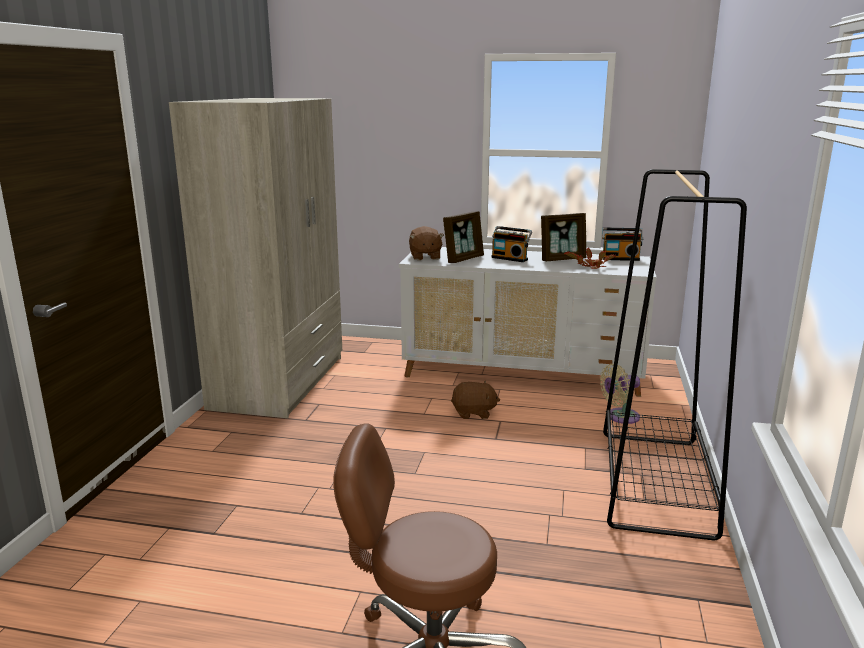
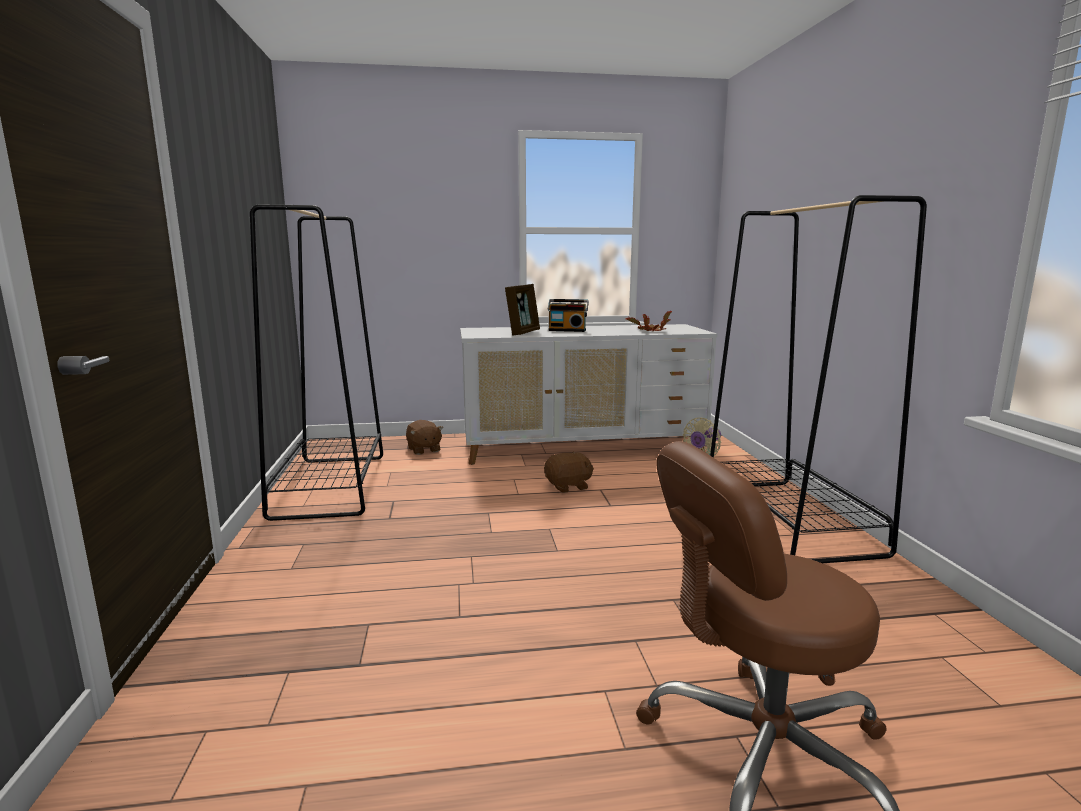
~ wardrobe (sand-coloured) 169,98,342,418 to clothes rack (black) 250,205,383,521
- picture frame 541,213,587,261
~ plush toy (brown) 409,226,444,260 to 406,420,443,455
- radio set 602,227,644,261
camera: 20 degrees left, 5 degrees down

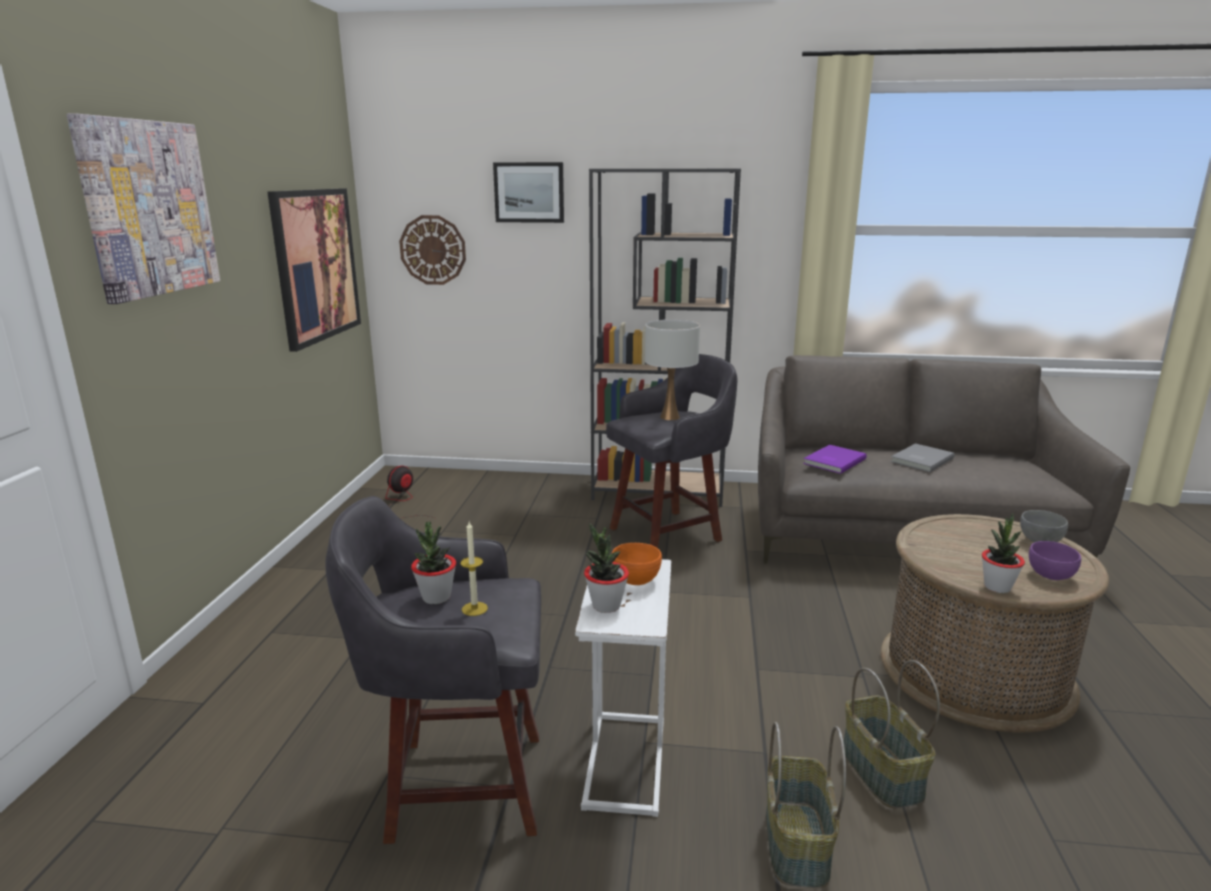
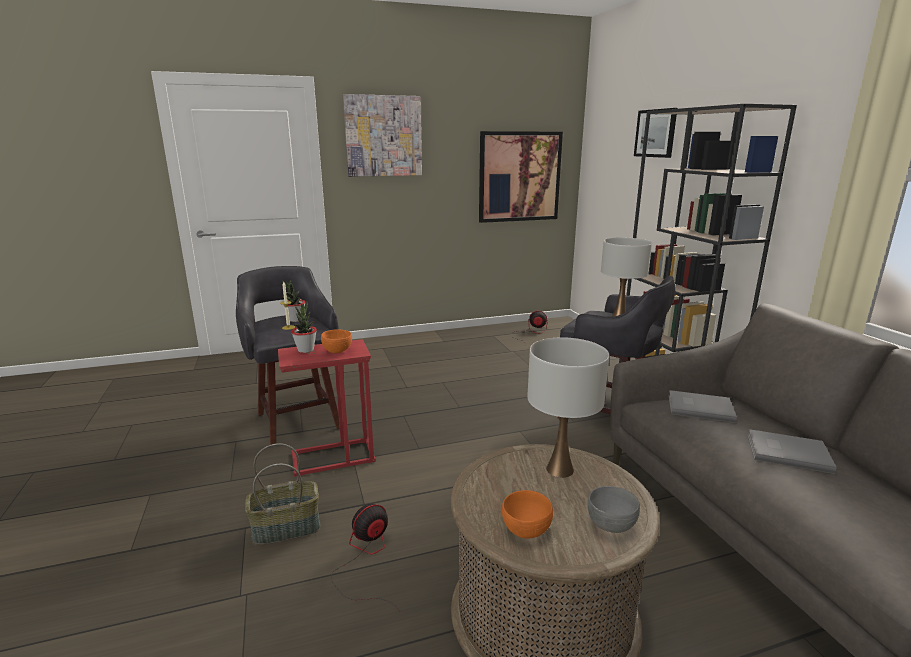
- clock on the wall 399,215,466,285
~ bound book (purplish) 803,445,867,474 to bound book (gray) 669,390,737,423
- potted plant 982,513,1025,593
~ bowl (purplish) 1029,541,1081,580 to bowl (orange-coloured) 502,490,553,539
~ end table (white) 575,556,671,817 to end table (reddish) 278,339,376,477
~ basket 844,660,940,808 to fan 331,504,400,611
+ tabletop lamp (white) 527,337,609,478
camera: 65 degrees right, 0 degrees up

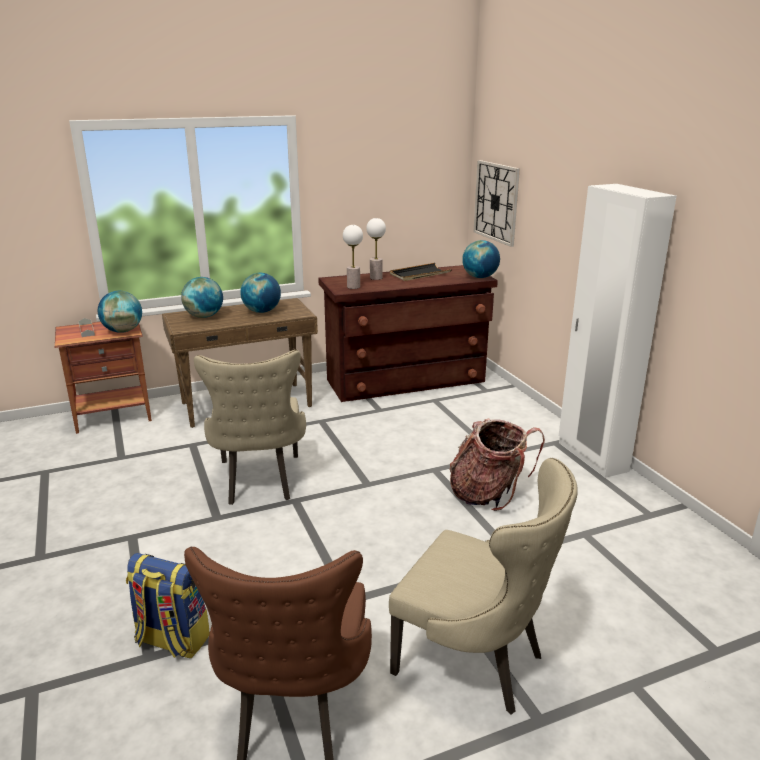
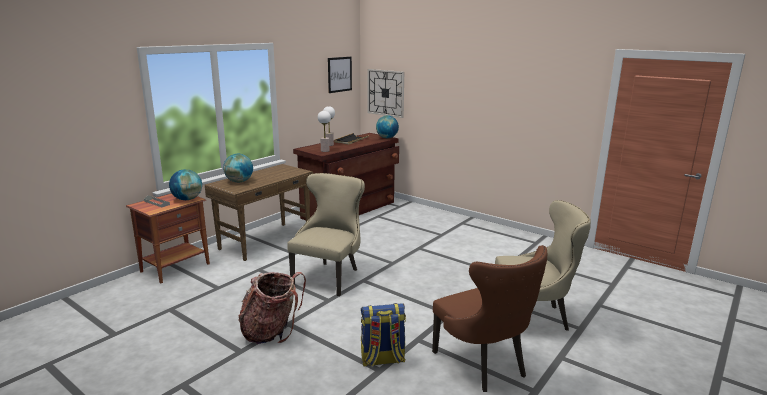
- wardrobe (white) 559,184,677,478
- globe 240,273,281,313
~ plain chair (sand-coloured) 194,350,306,505 = 287,173,365,296 120 degrees counterclockwise
~ knapsack 449,418,545,511 to 239,272,306,344
+ wall picture 328,57,352,93
camera: 30 degrees left, 5 degrees down

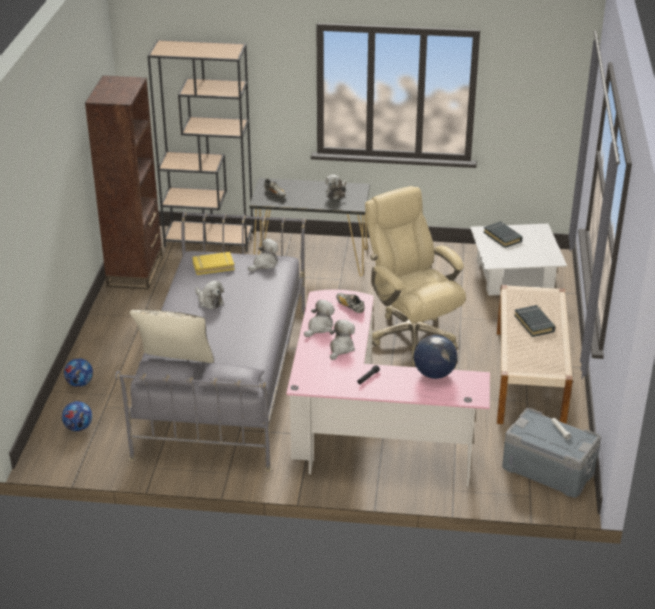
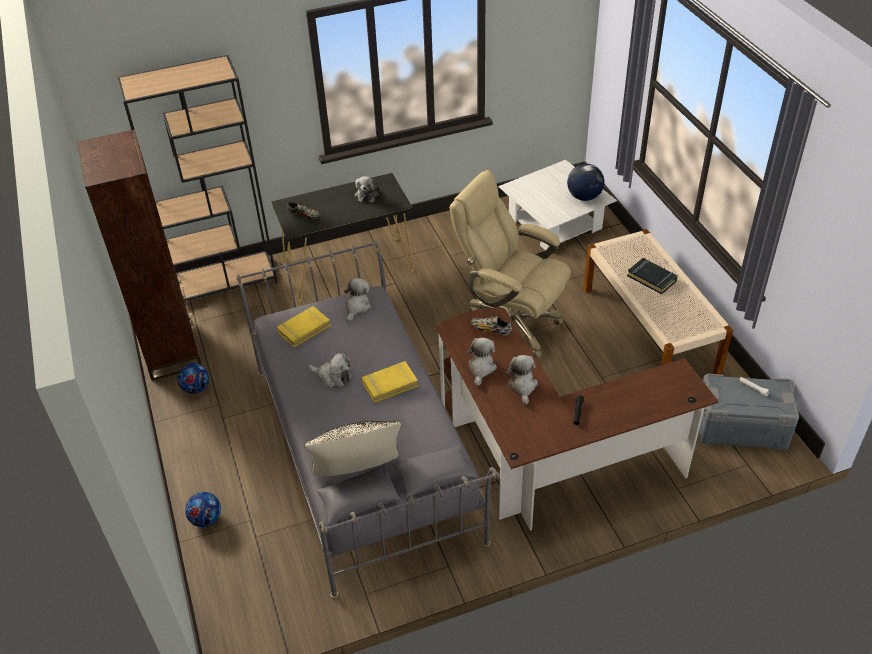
- bound book (black) 483,221,523,248
~ desk table (pinkish) 286,290,490,486 to desk table (brown) 436,308,718,531
~ globe 414,335,458,379 to 567,164,604,201
~ football 62,401,92,431 to 178,363,209,394
+ bound book (yellow-coloured) 362,361,418,403
camera: 25 degrees left, 10 degrees up

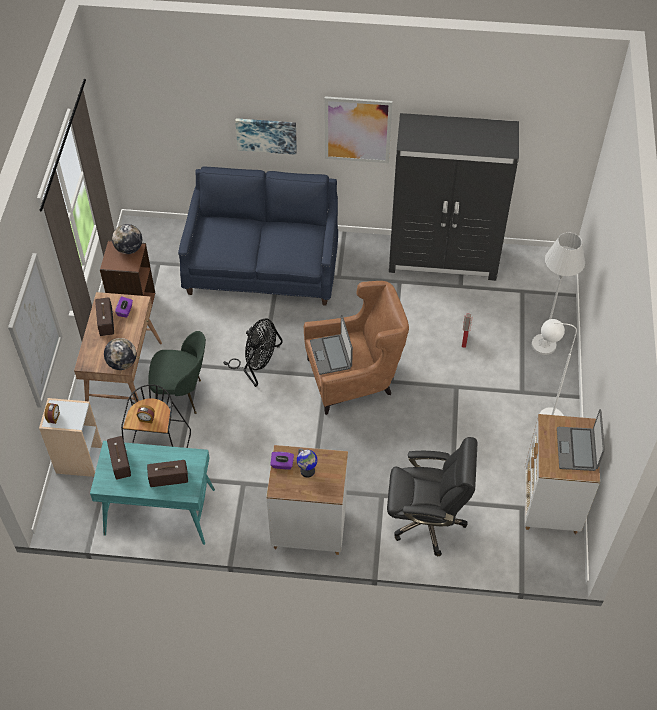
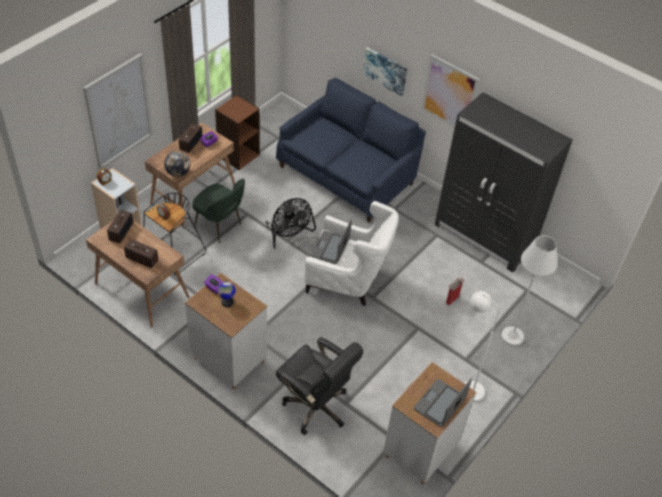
- globe 112,224,142,254
~ easy chair (brown) 304,281,409,415 to easy chair (white) 305,201,399,306
~ desk table (blue-green) 90,441,215,545 to desk table (brown) 86,220,189,328
camera: 30 degrees right, 5 degrees down

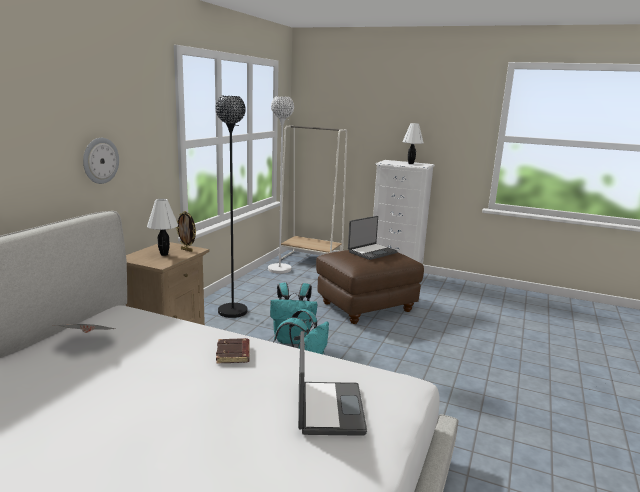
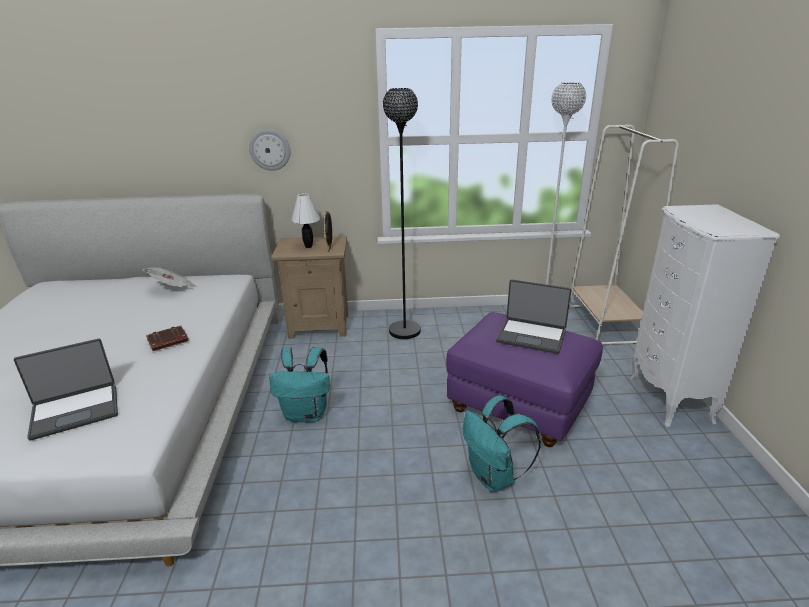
- tabletop lamp (white) 402,123,424,164
~ pouffe (brown) 316,250,424,324 to pouffe (purplish) 446,312,603,447
~ knapsack (blue-green) 270,283,317,344 to 463,395,541,492
camera: 65 degrees right, 10 degrees up

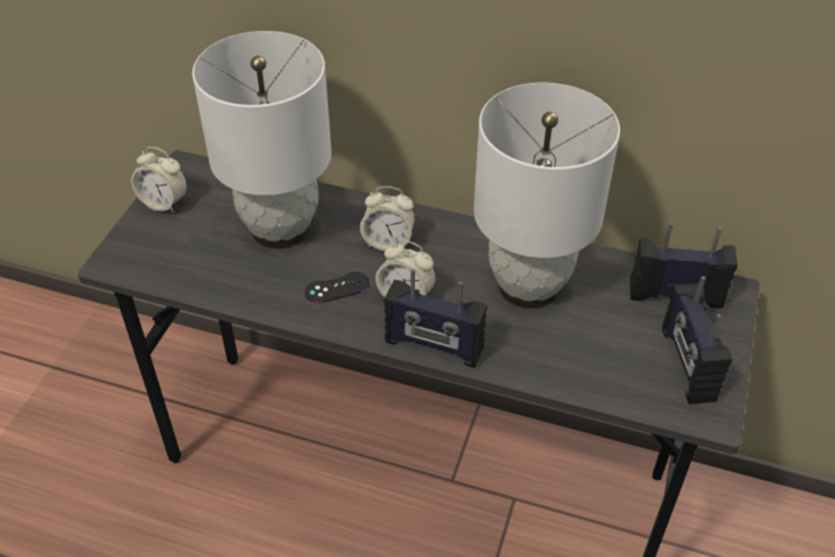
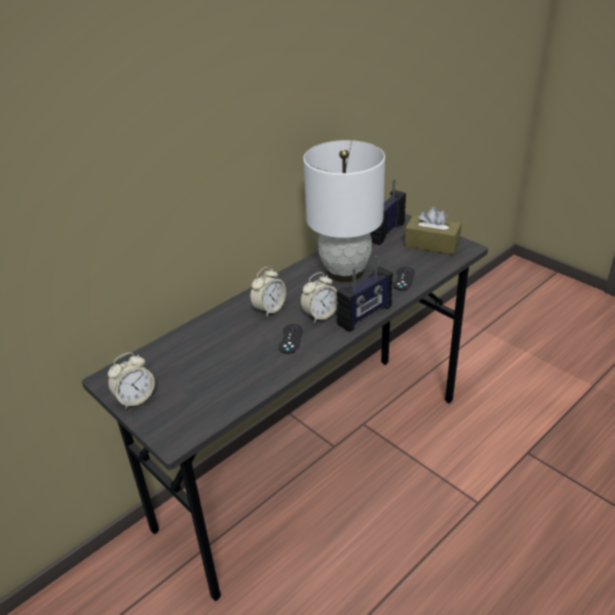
- tabletop lamp (white) 192,31,332,249
~ radio set 662,276,732,404 to tissue box (brown) 405,207,462,255
+ gamepad (black) 393,267,415,291
camera: 60 degrees left, 10 degrees down

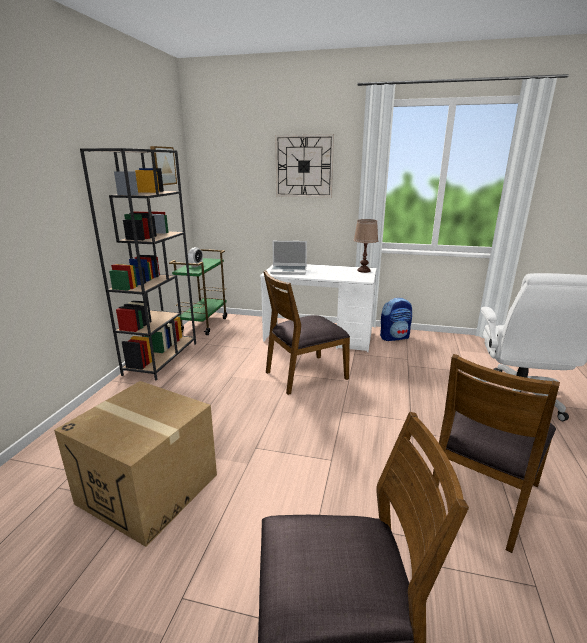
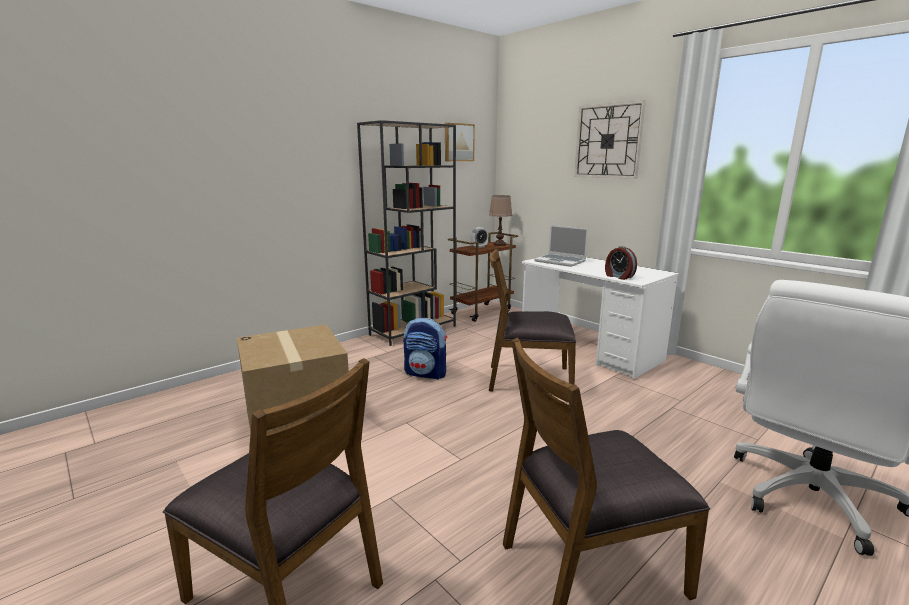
~ tabletop lamp (brown) 354,219,378,273 to 489,195,512,246
~ wheeled cart (green-coloured) 169,249,227,335 to wheeled cart (brown) 448,232,518,322
~ knapsack 380,298,412,341 to 404,318,447,380
+ alarm clock 605,246,637,280
camera: 35 degrees right, 5 degrees down

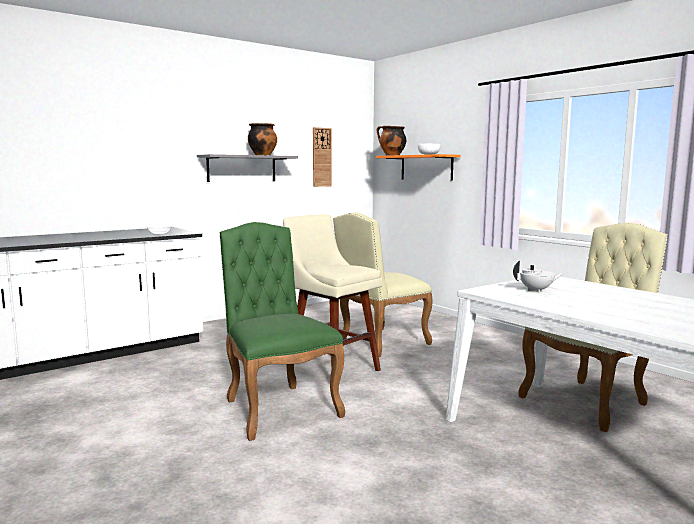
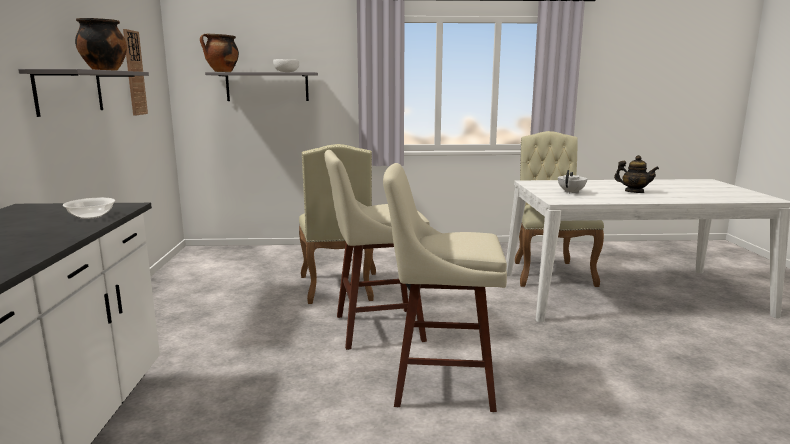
~ bracket shelf (orange-coloured) 376,154,461,181 to bracket shelf (gray) 205,72,318,101
~ plain chair (green-coloured) 220,222,345,441 to stool (sand-coloured) 383,163,507,412
+ pot for tea 614,155,659,193
camera: 55 degrees left, 5 degrees up

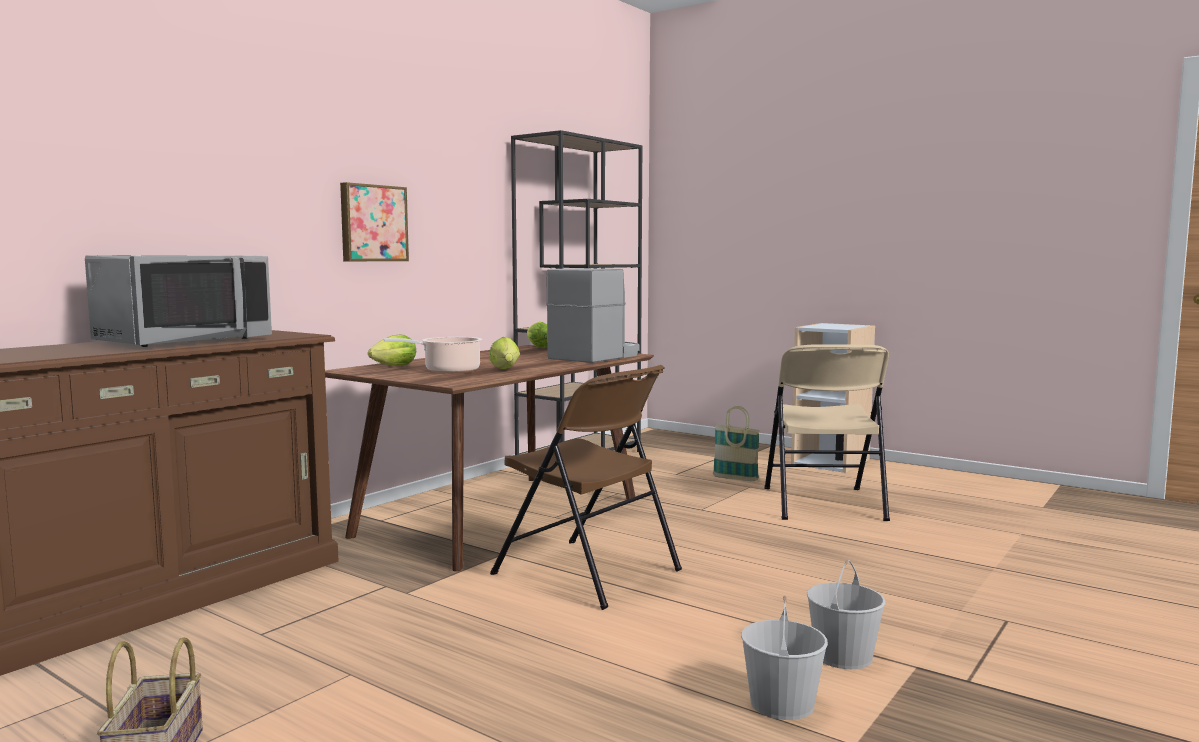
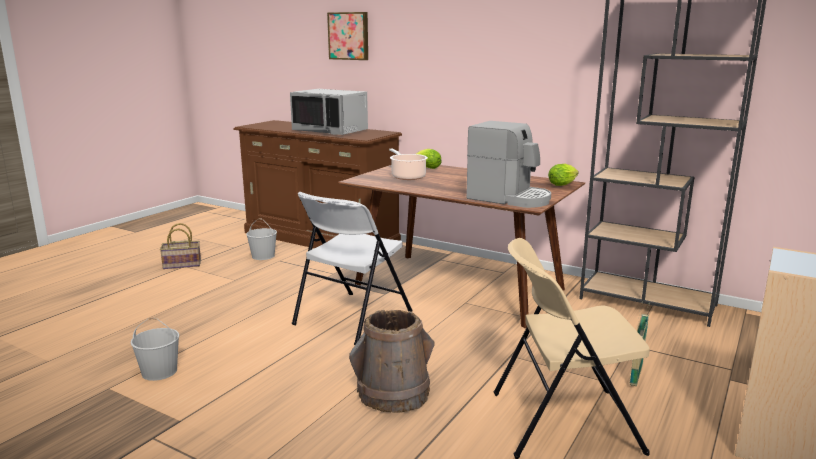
~ wall picture 340,182,409,261 to 327,12,368,60
- head of lettuce 490,337,520,369
~ plain chair (brown) 490,365,682,610 to plain chair (white) 292,192,413,345
~ pail (white) 807,560,885,669 to 246,218,277,260
+ pail (brown) 349,310,435,413
camera: 85 degrees right, 10 degrees up

